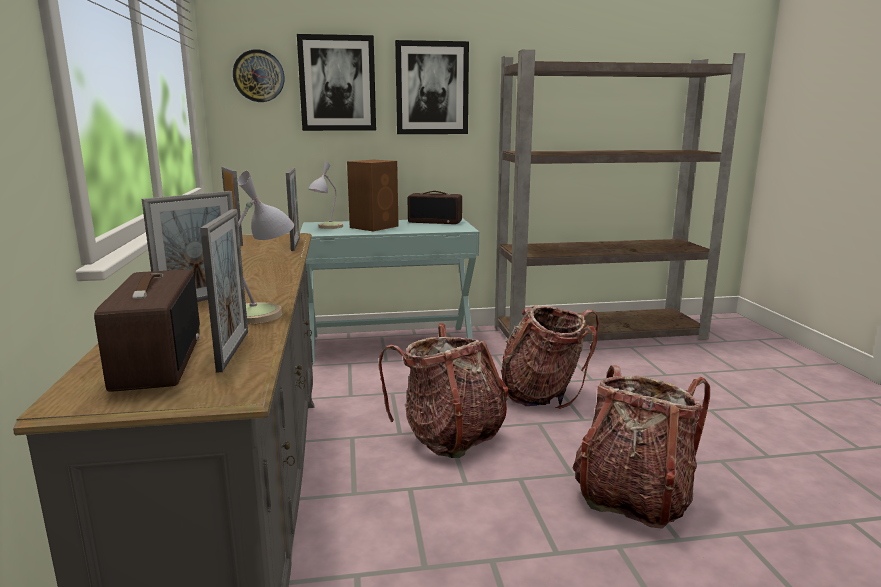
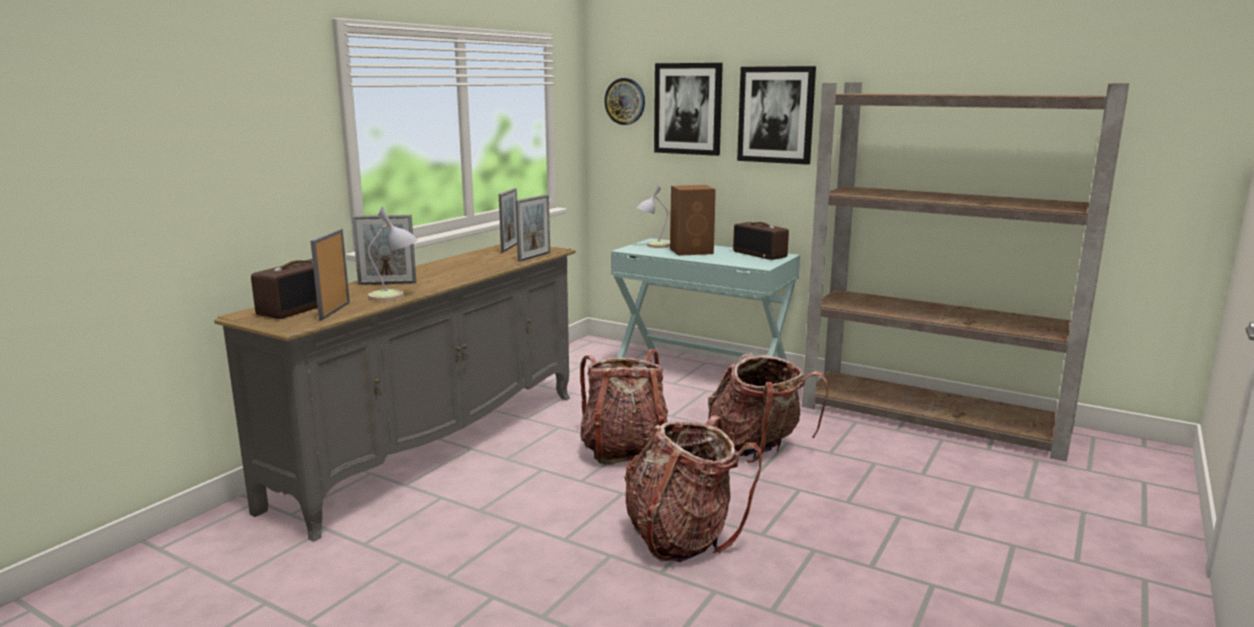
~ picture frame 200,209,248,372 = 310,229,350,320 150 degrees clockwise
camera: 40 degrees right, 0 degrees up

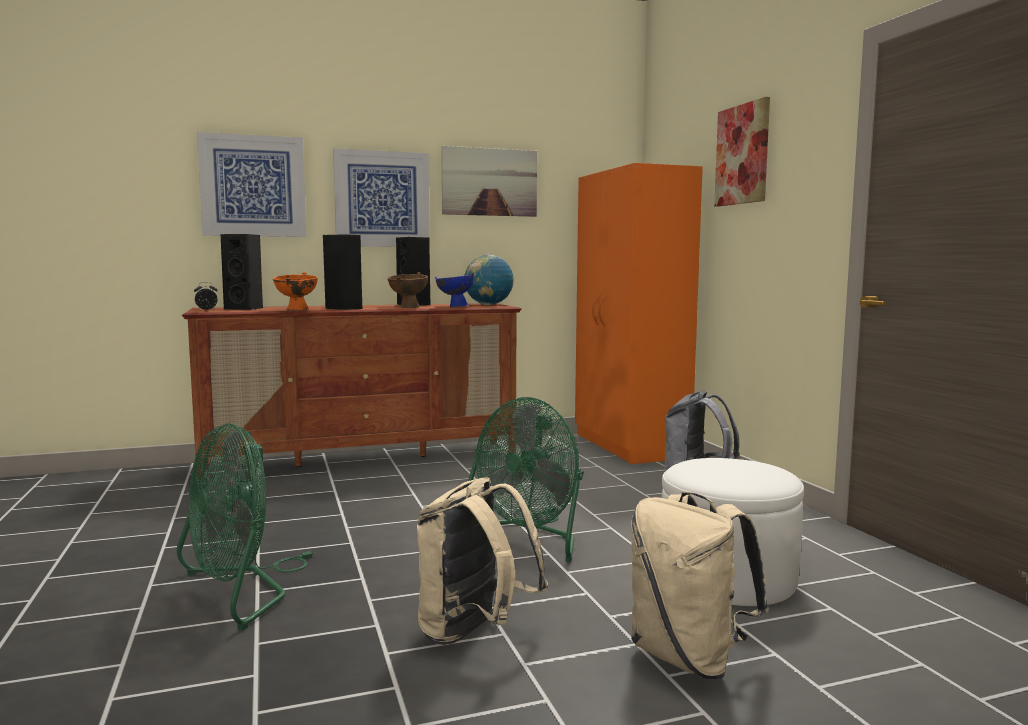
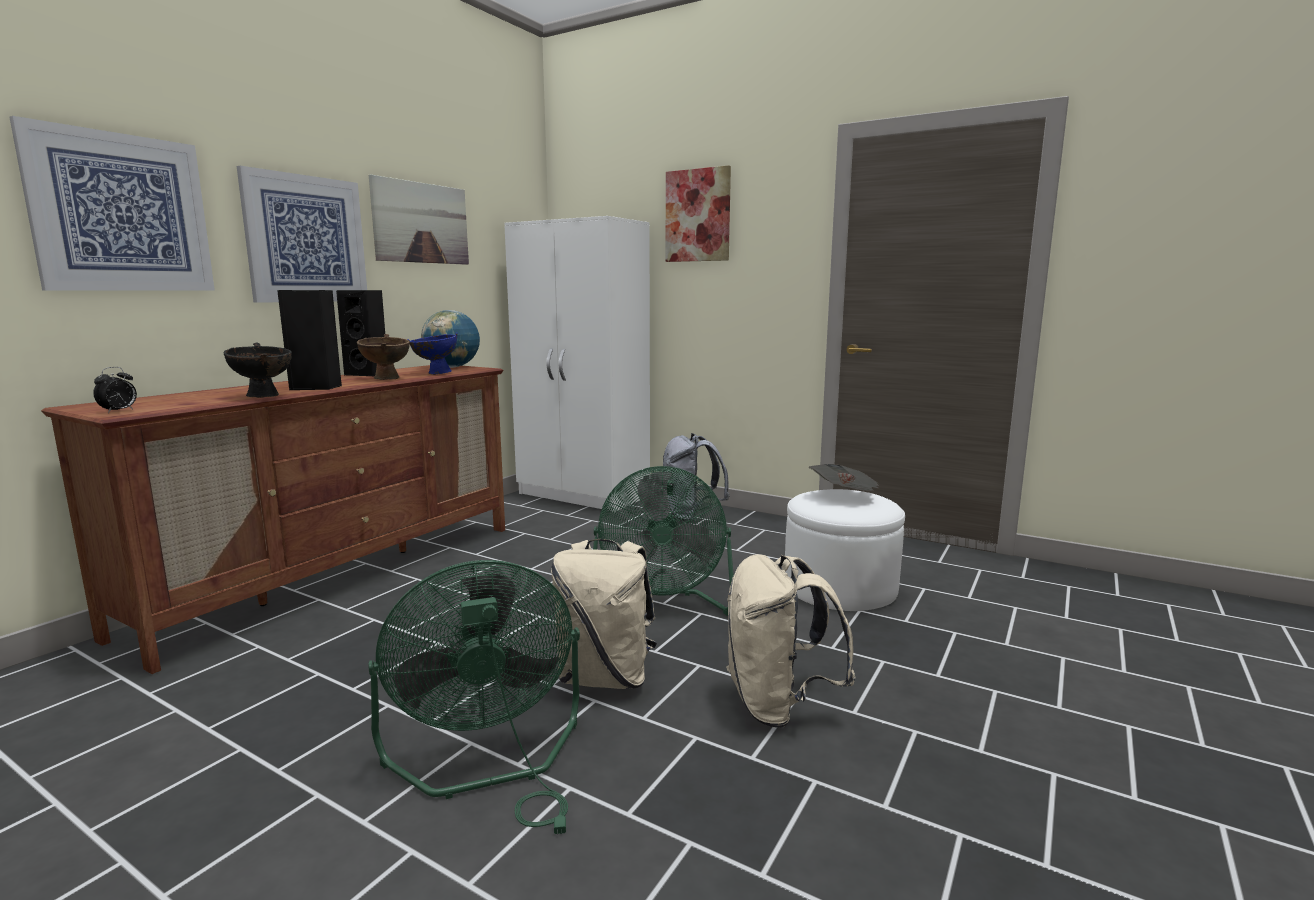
~ wardrobe (orange-coloured) 575,163,703,464 to wardrobe (white) 504,216,650,512
- loudspeaker (black) 220,234,263,310
~ bowl (orange-coloured) 273,272,317,310 to bowl (black) 224,342,292,398
~ fan (green-coloured) 177,423,315,631 = 368,560,580,835 150 degrees clockwise
~ knapsack (sand-coloured) 631,492,769,679 to 551,539,657,689
+ printed paper 809,464,879,491
camera: 40 degrees left, 5 degrees up

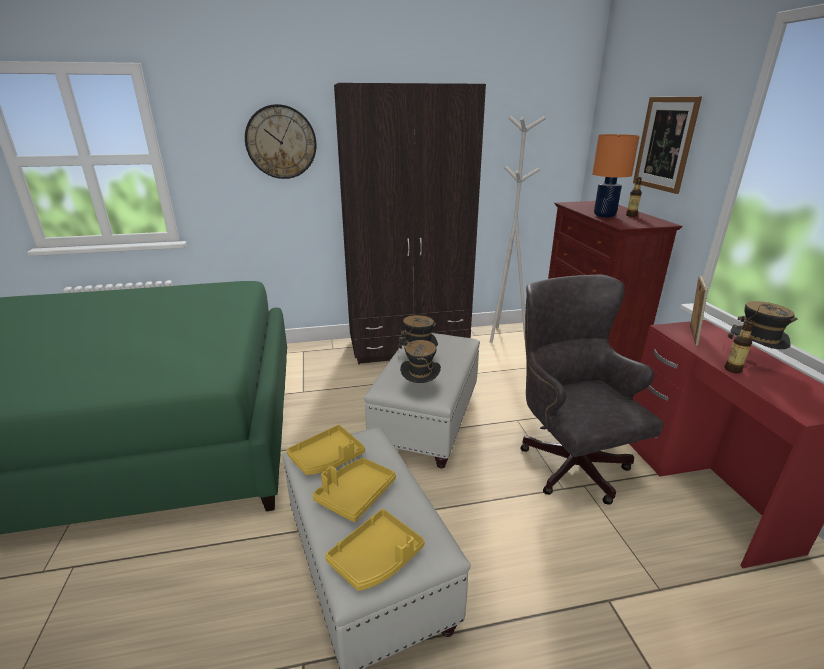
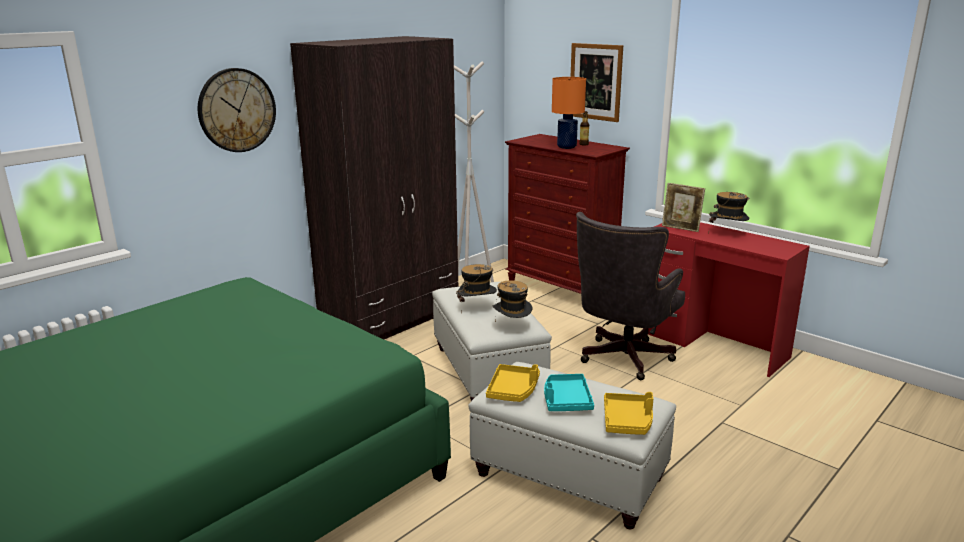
~ desk chair (gray) 520,275,664,505 = 576,212,685,380 90 degrees counterclockwise
~ picture frame 690,275,708,346 = 662,183,705,232 135 degrees clockwise
- drink bottle 725,319,754,373
~ carrying tray (yellow-coloured) 312,458,396,522 to carrying tray (blue-green) 544,374,594,411
camera: 35 degrees left, 5 degrees down

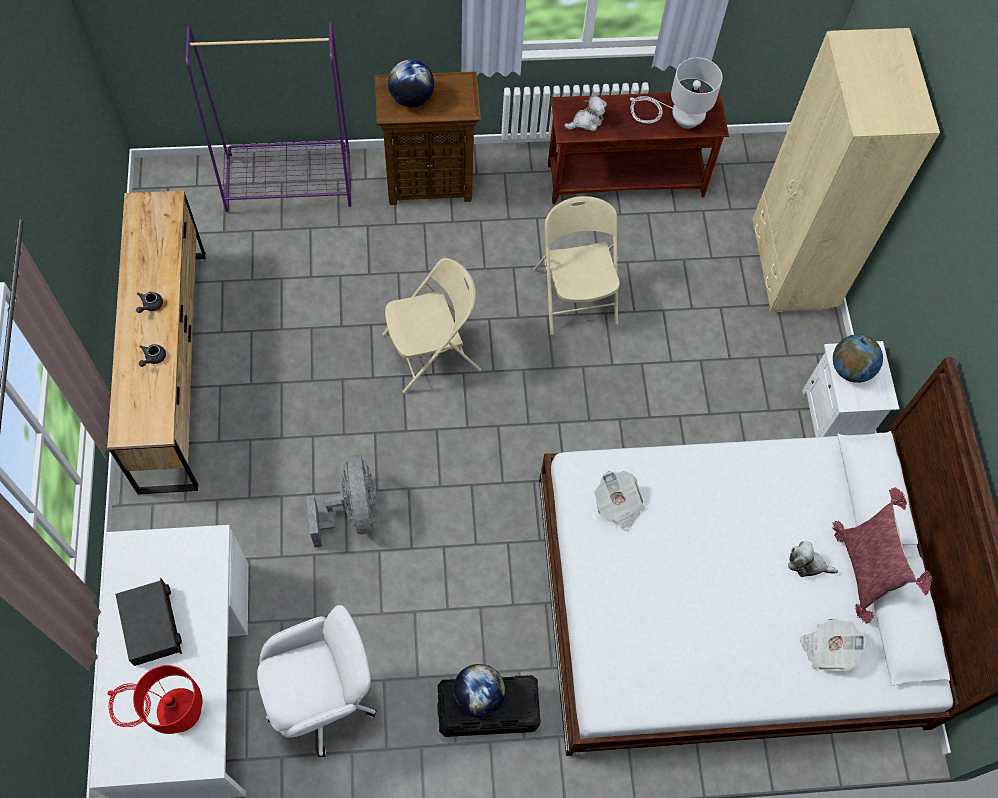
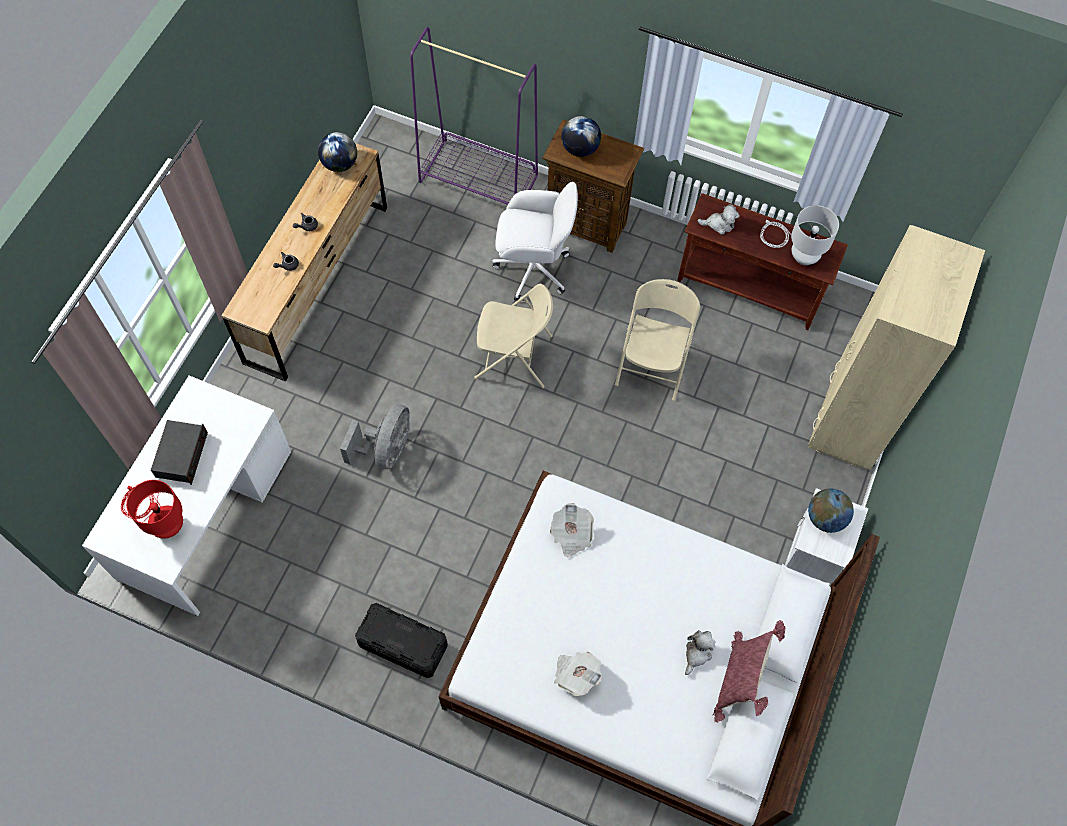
~ plush toy 788,541,838,577 = 685,630,715,675 75 degrees clockwise
~ desk chair (white) 257,605,377,757 to 493,182,578,301
~ printed paper 800,618,867,671 to 554,652,602,696
~ globe 453,664,505,718 to 318,132,357,172
camera: 30 degrees right, 0 degrees up

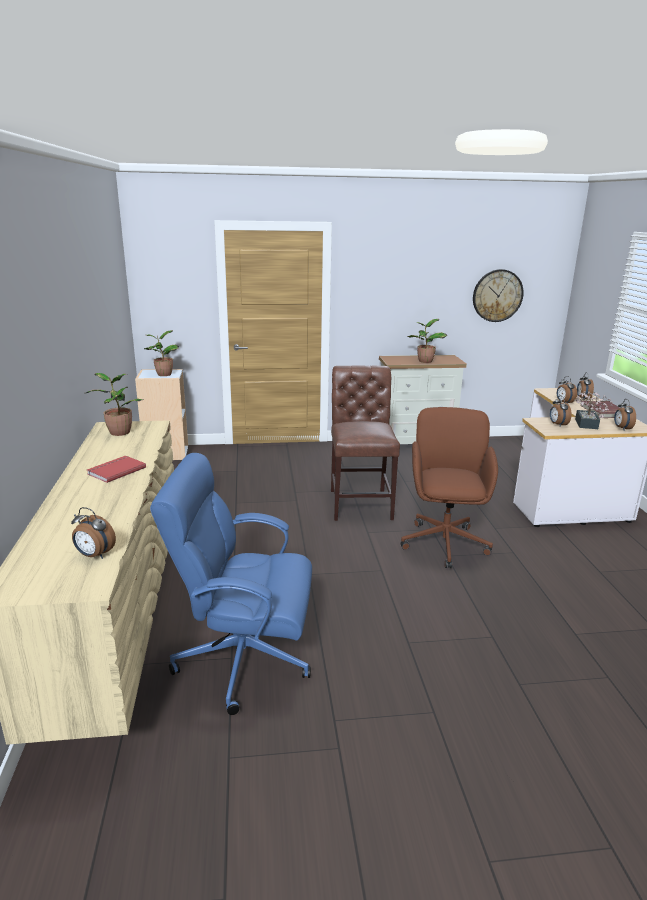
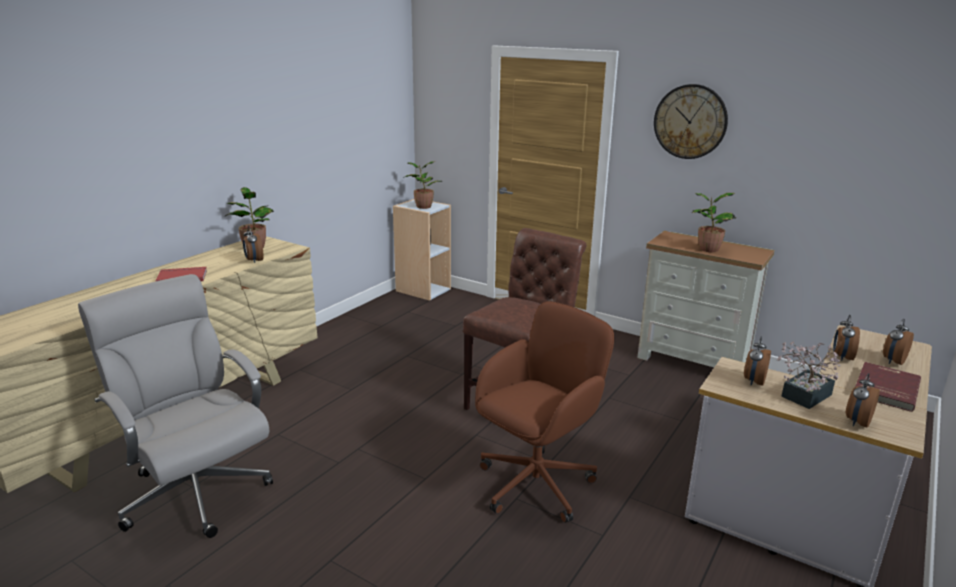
~ clock on the wall 473,269,524,322 to 654,84,728,159
~ desk chair (blue-coloured) 150,453,312,715 to desk chair (gray) 78,274,273,538
~ alarm clock 71,507,116,559 to 243,225,264,263
camera: 40 degrees right, 0 degrees up

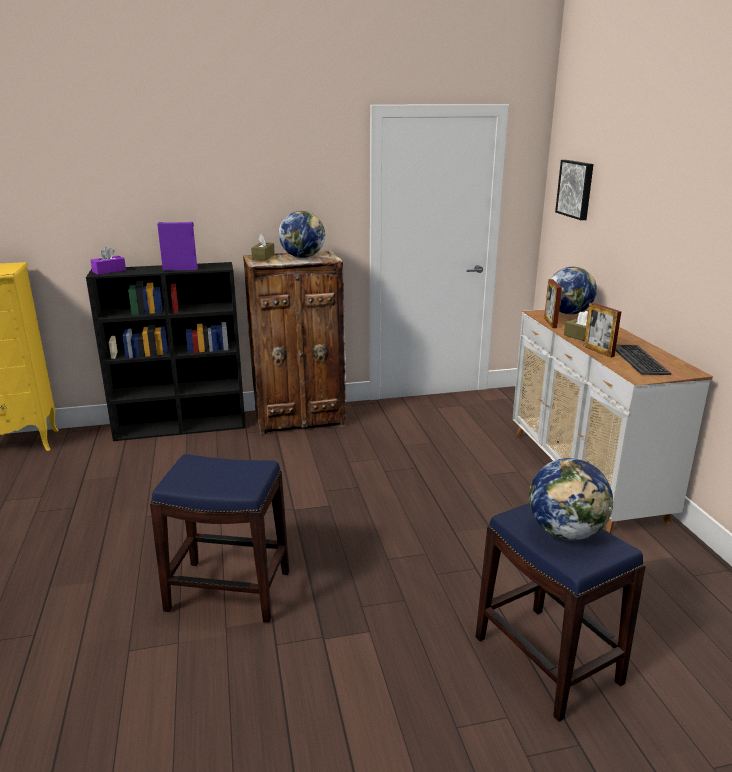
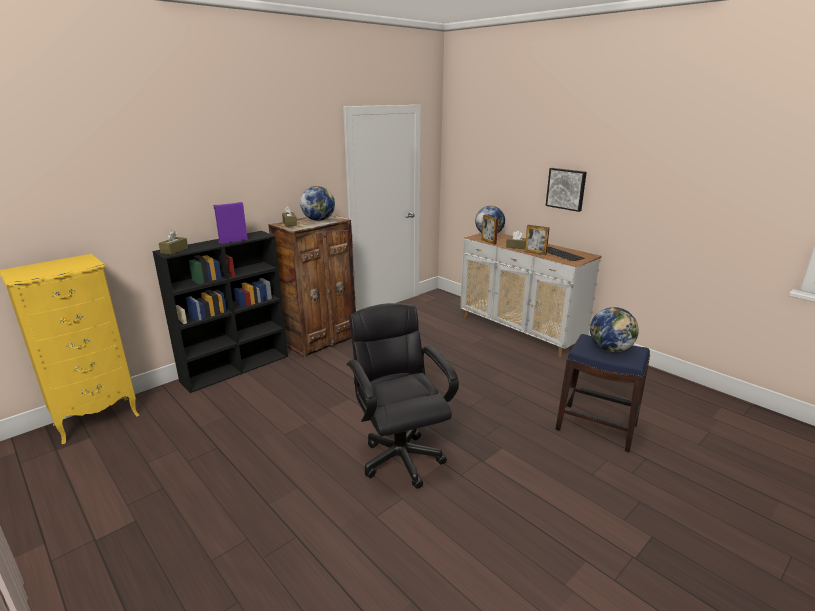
~ wall picture 555,160,594,220 to 546,168,587,212
~ tissue box (purplish) 90,247,126,275 to tissue box (brown) 159,230,188,255
~ stool 150,454,289,623 to desk chair (black) 346,303,459,489
camera: 30 degrees left, 0 degrees up

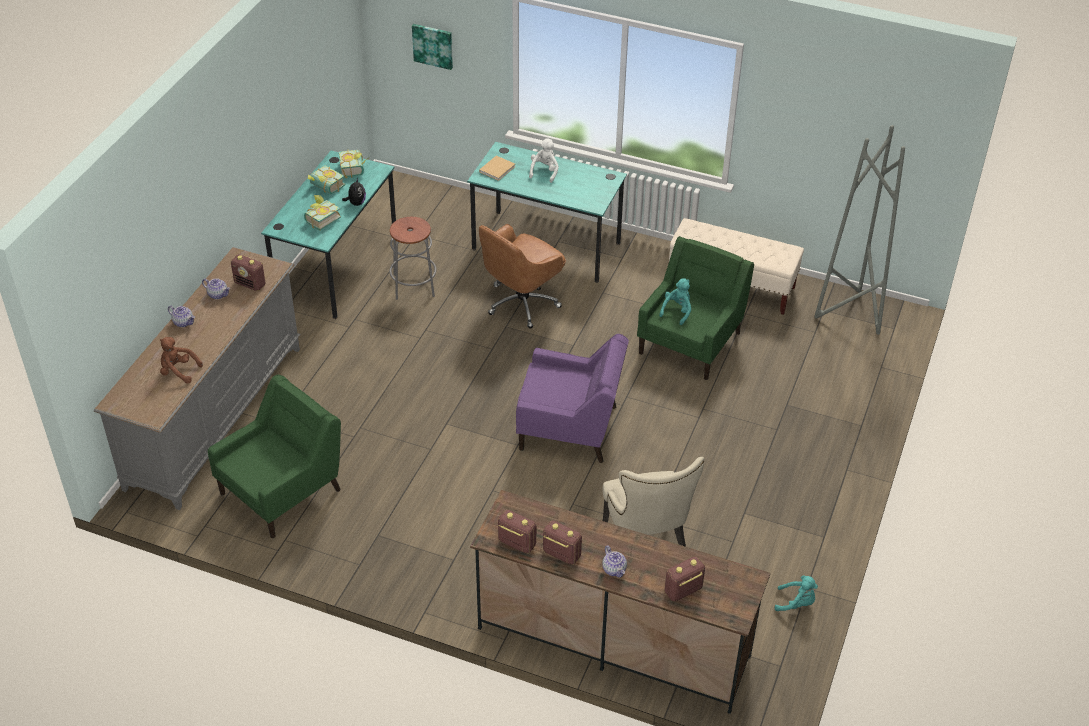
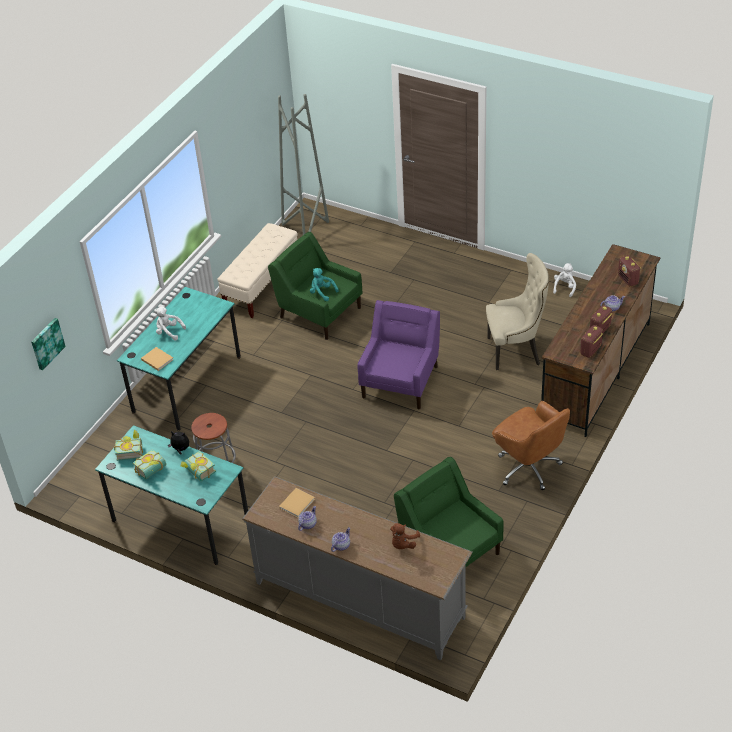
~ desk chair (brown) 479,224,566,328 to 492,401,570,490
~ radio set 231,254,265,291 to bound book (sand-coloured) 279,488,315,518
~ plush toy (blue-green) 775,575,818,611 to plush toy (white) 553,263,576,297
camera: 80 degrees left, 0 degrees up

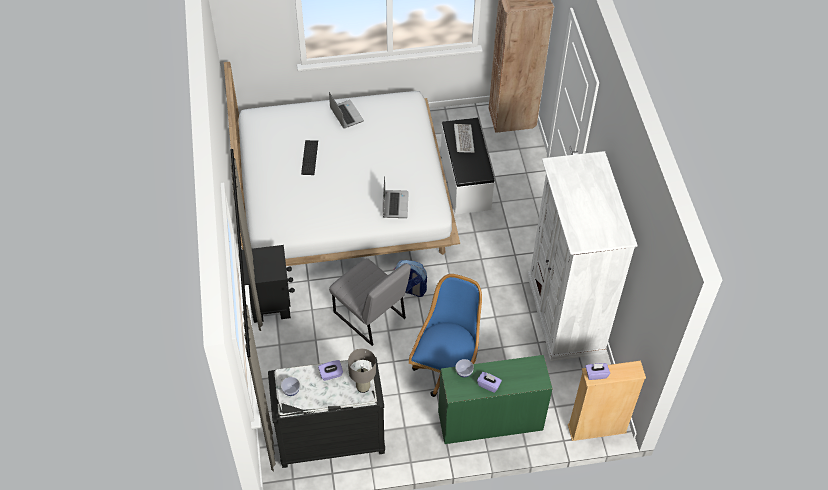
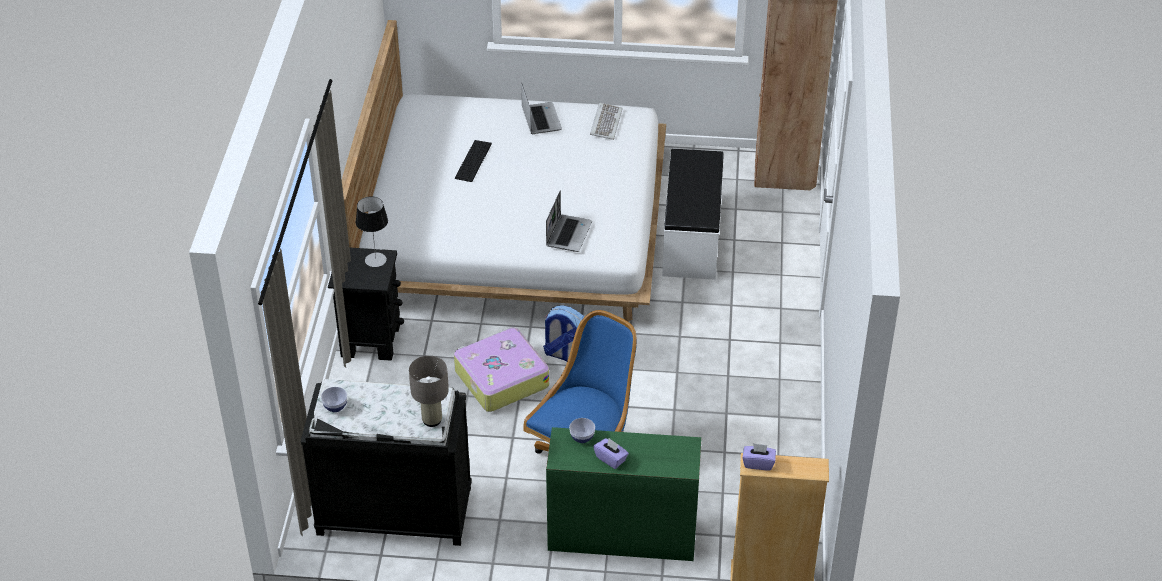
~ PC keyboard 454,124,475,153 to 590,103,623,140
- wardrobe (white) 528,151,638,361
~ plain chair (gray) 329,258,411,346 to suitcase 454,327,549,412
- tissue box (purplish) 318,360,343,381
+ tabletop lamp 356,196,388,267
camera: 15 degrees right, 10 degrees down

